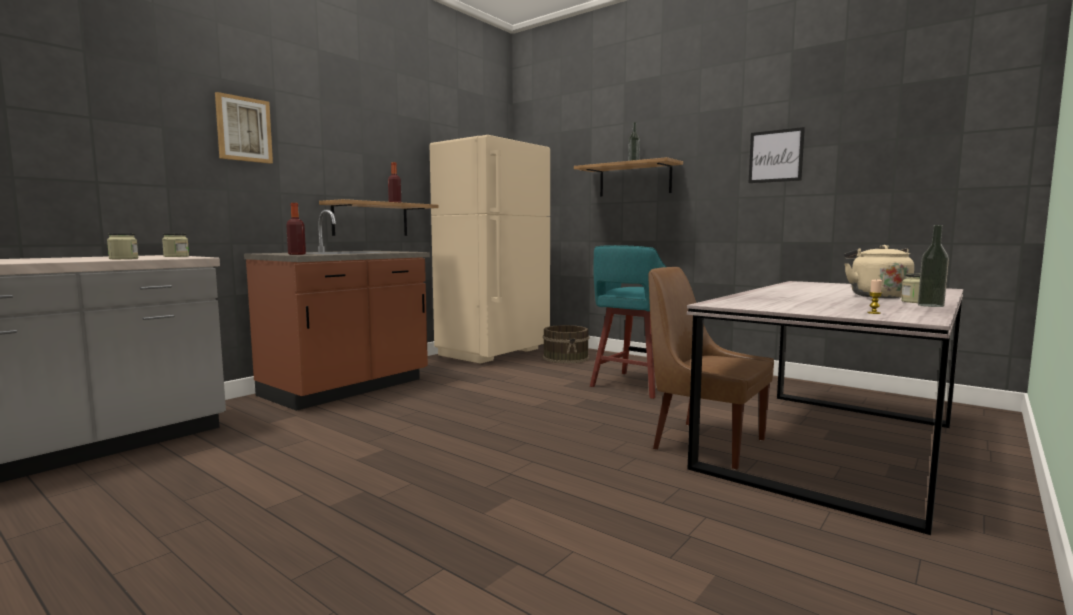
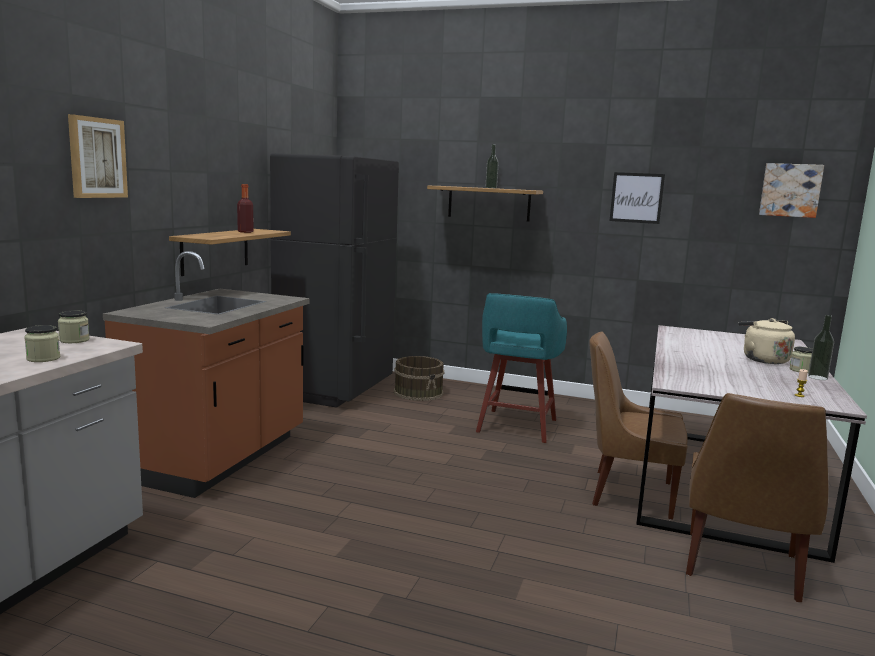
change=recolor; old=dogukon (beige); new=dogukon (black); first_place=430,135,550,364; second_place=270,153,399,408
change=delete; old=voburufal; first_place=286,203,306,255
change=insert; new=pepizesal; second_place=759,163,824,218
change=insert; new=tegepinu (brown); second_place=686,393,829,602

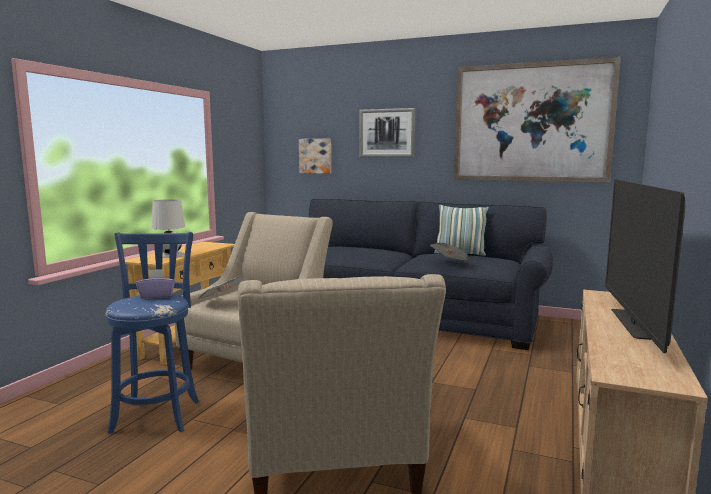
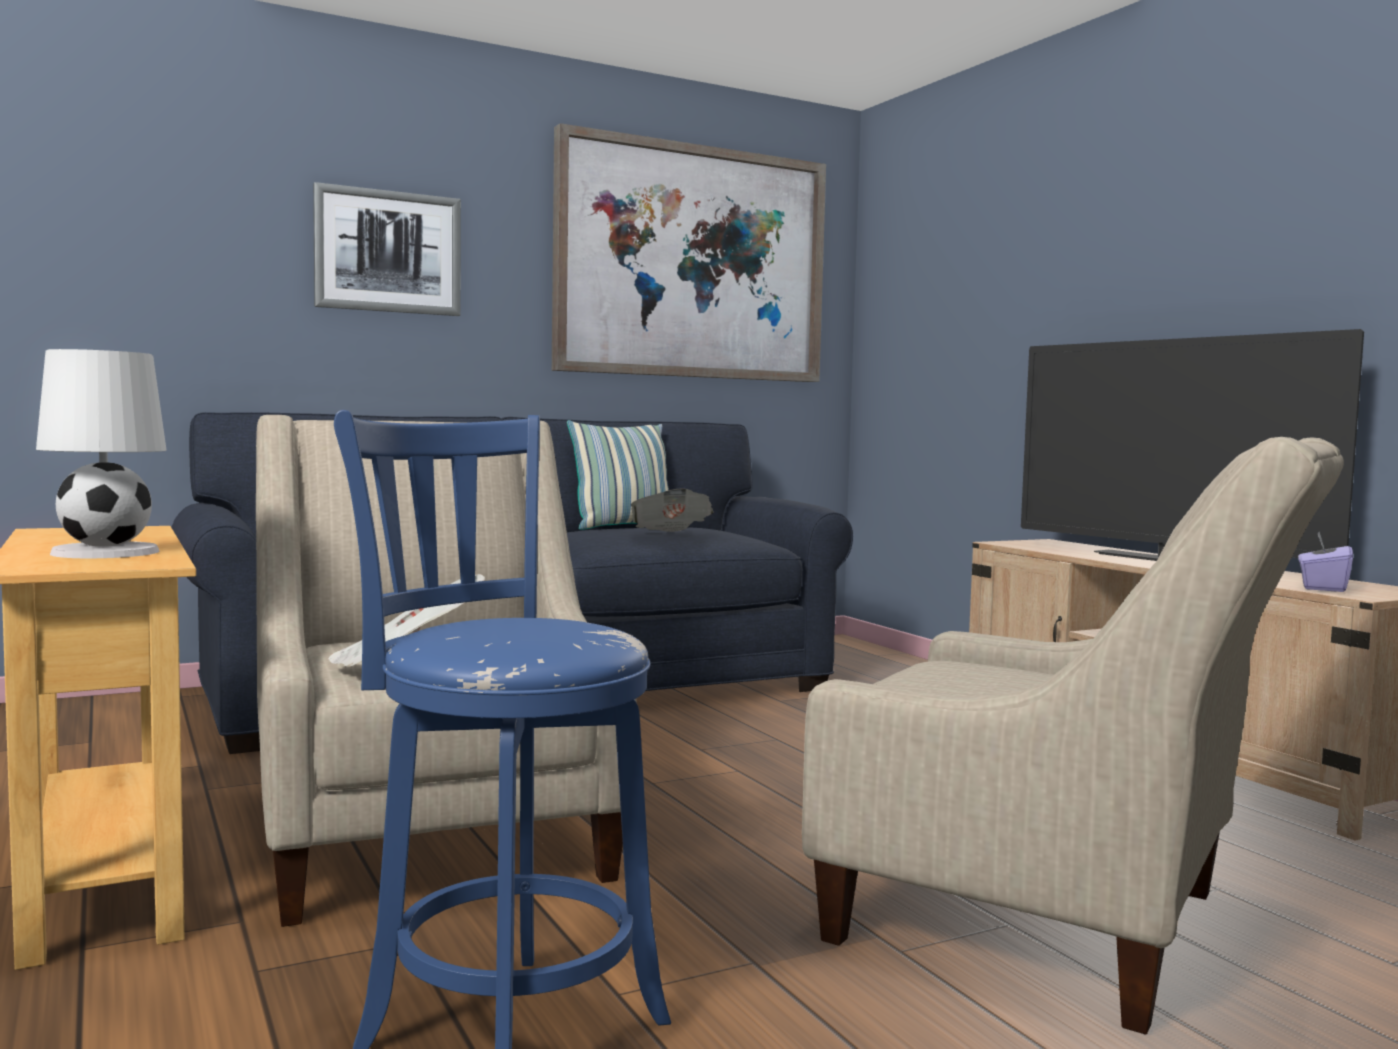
change=delete; old=pepizesal; first_place=299,139,331,174
change=move; old=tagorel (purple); first_place=136,269,175,299; second_place=1298,532,1353,592

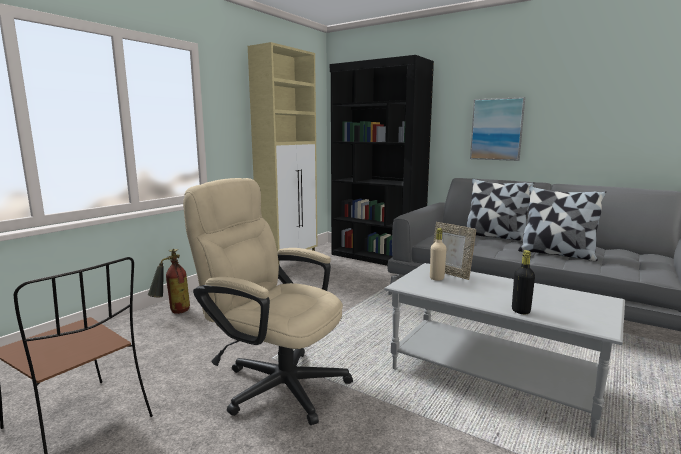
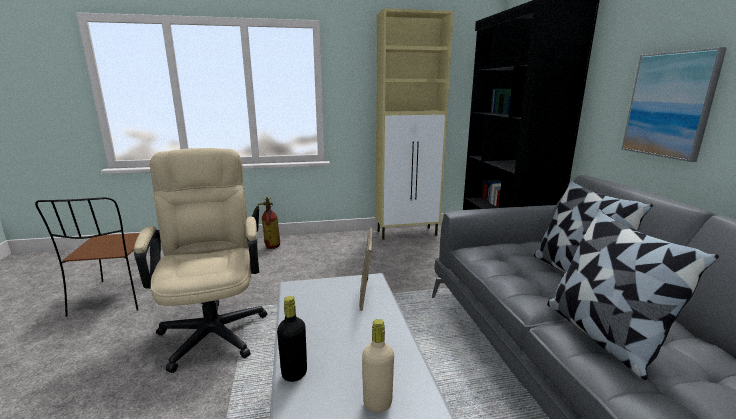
change=move; old=voburufal (beige); first_place=430,228,446,281; second_place=362,319,394,413

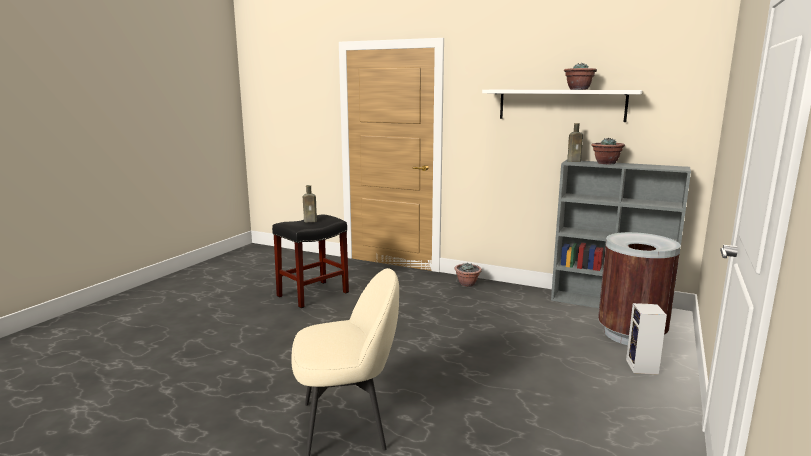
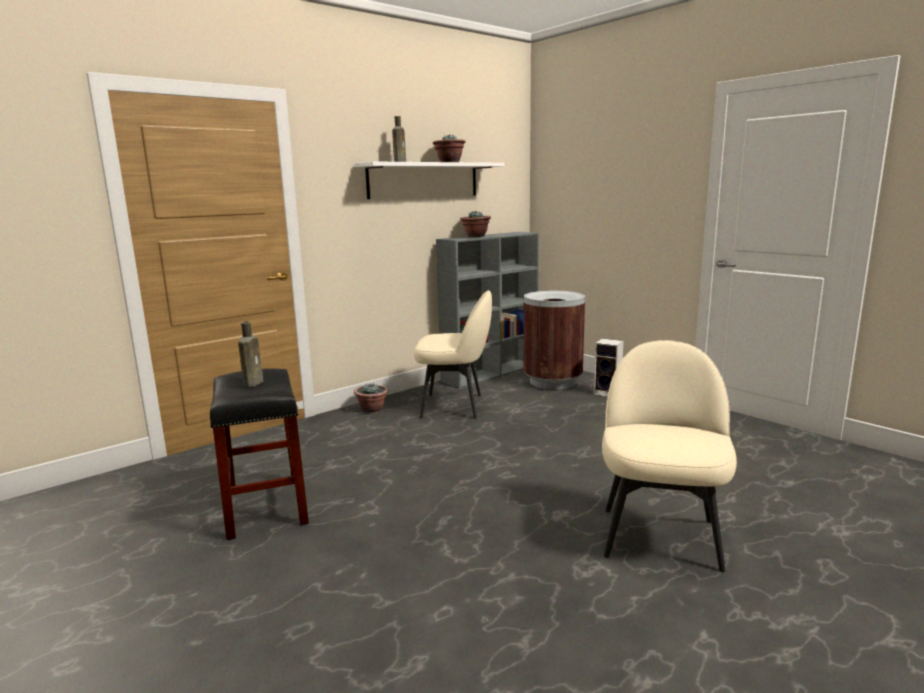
change=move; old=voburufal (brown); first_place=567,123,583,162; second_place=392,116,406,162
change=insert; new=tegepinu (beige); second_place=414,290,492,419

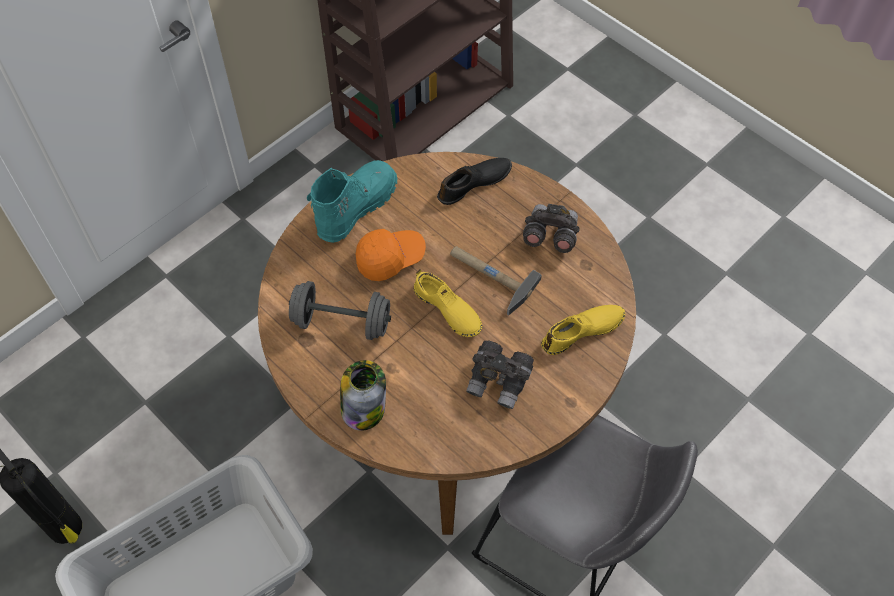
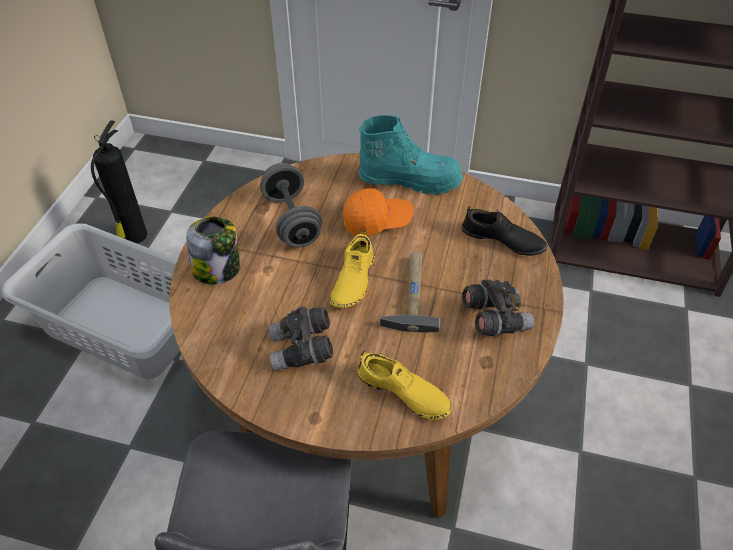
change=rotate; old=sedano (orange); first_place=356,229,426,281; second_place=343,188,414,236; degrees=-45

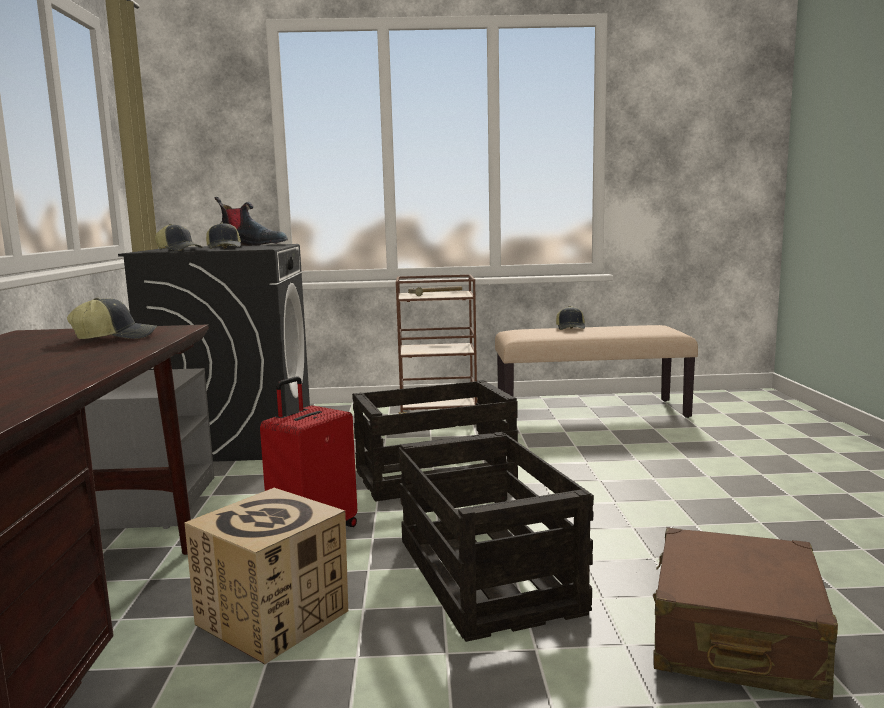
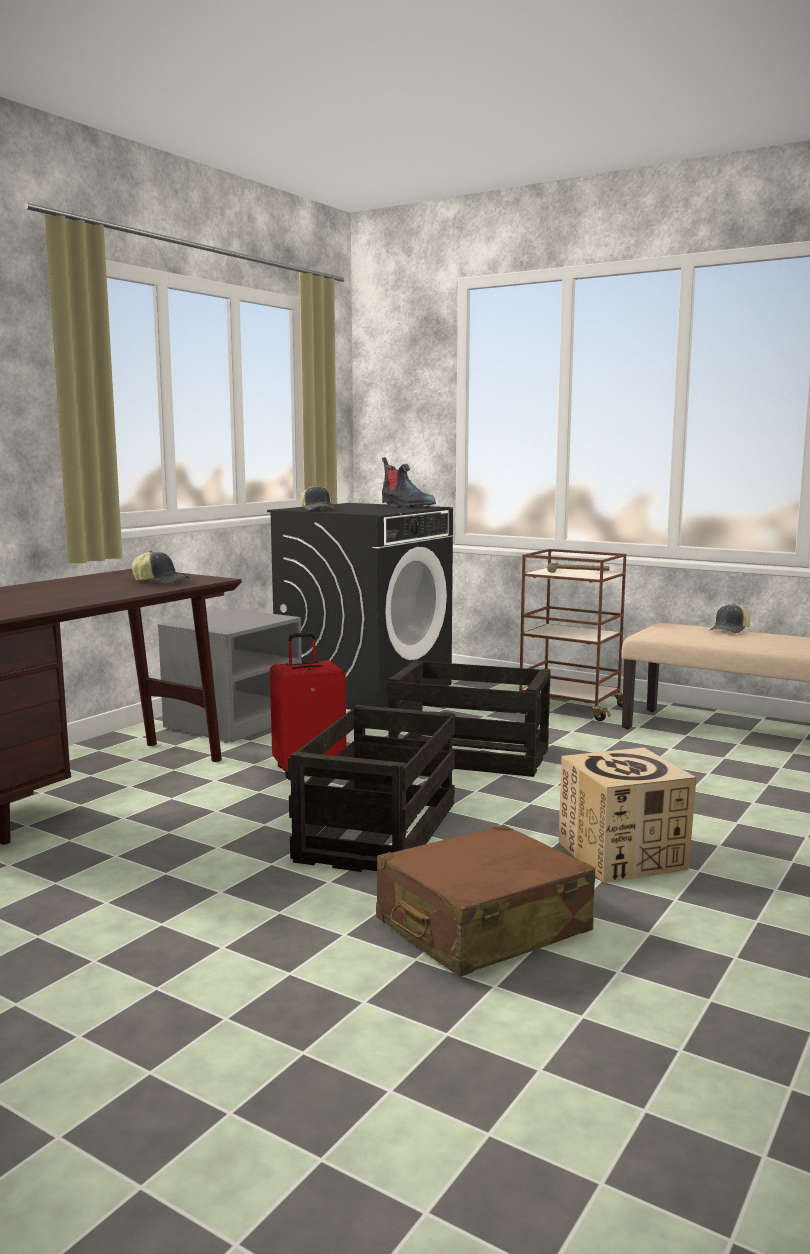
change=delete; old=sedano; first_place=206,222,241,249
change=move; old=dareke; first_place=184,488,348,664; second_place=559,747,697,883

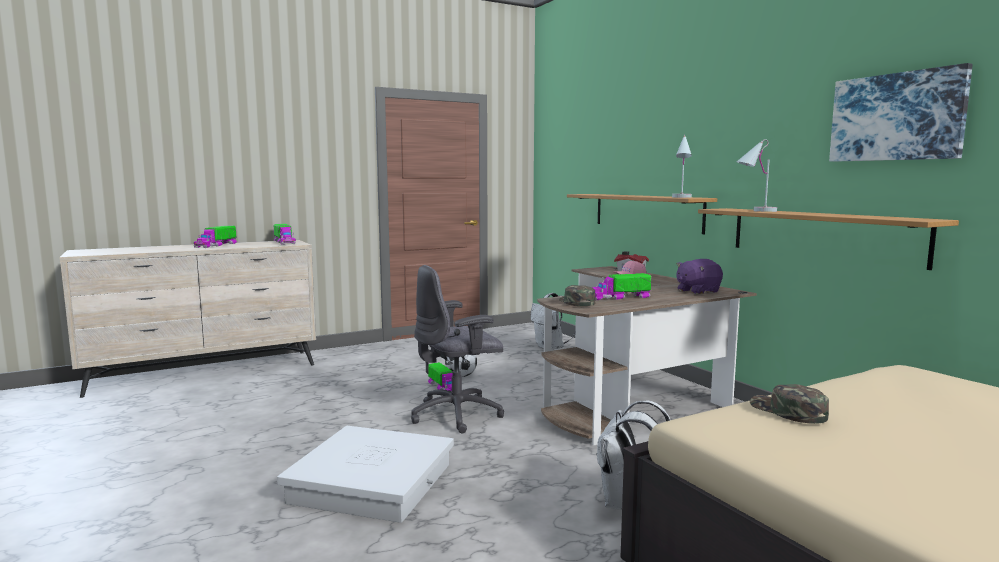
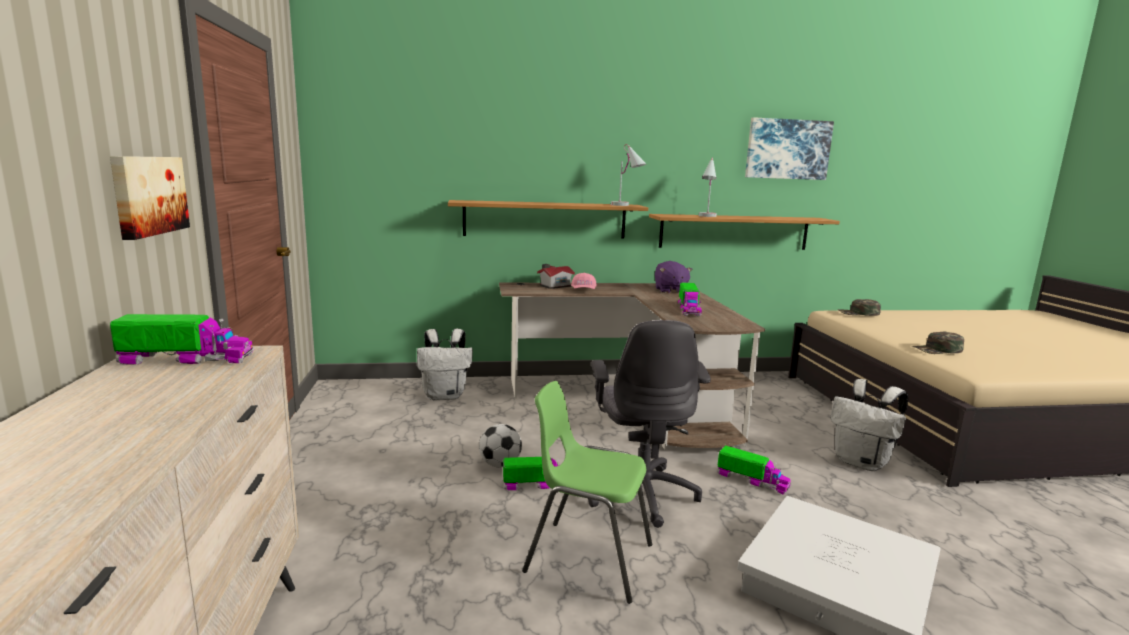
change=move; old=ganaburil; first_place=194,226,237,248; second_place=717,445,791,495
change=move; old=sedano (green); first_place=559,285,596,306; second_place=838,299,881,316
change=insert; new=pepizesal; second_place=110,156,190,240
change=insert; new=tegepinu (green); second_place=522,381,652,604

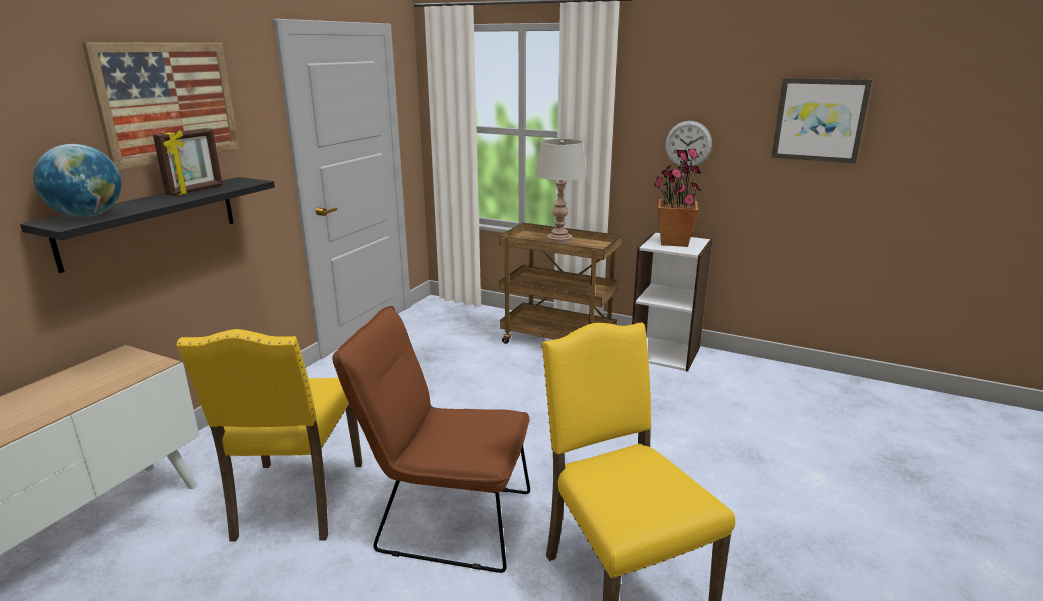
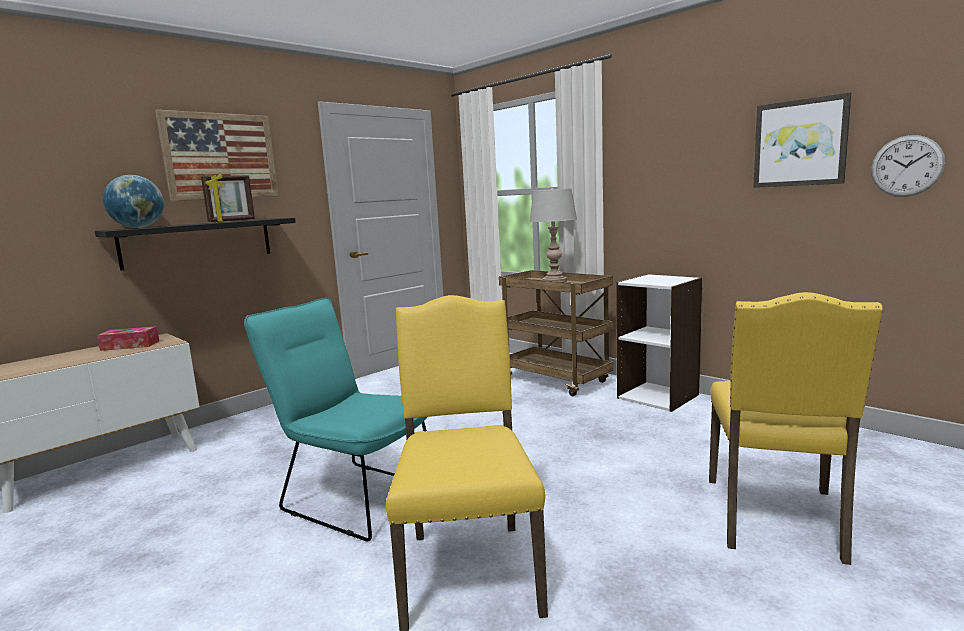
change=move; old=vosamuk; first_place=665,121,712,167; second_place=871,135,945,197
change=delete; old=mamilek; first_place=654,148,702,247
change=recolor; old=tegepinu (brown); new=tegepinu (turquoise); first_place=332,306,530,573; second_place=244,298,427,542
change=move; old=tegepinu (yellow); first_place=177,329,362,542; second_place=709,292,883,565
change=insert; new=tagorel; second_place=97,326,159,351

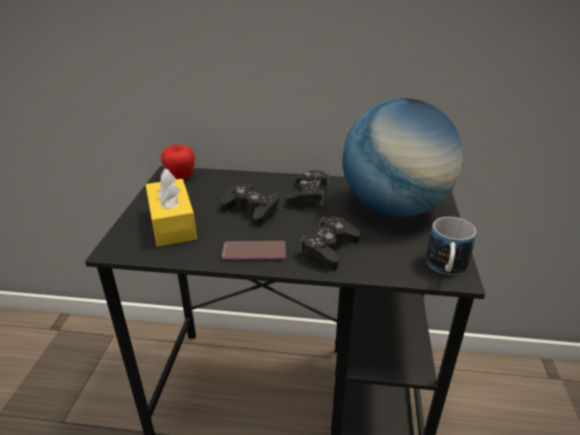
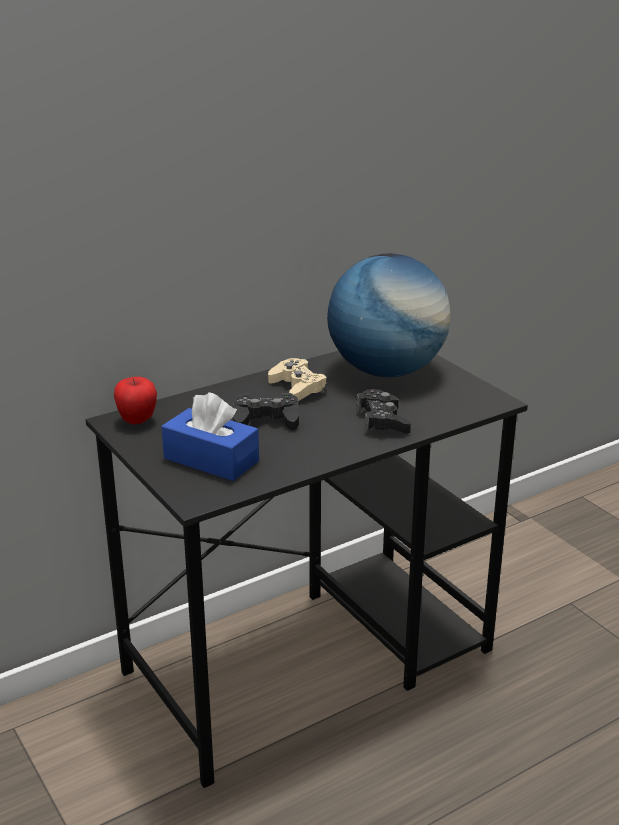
change=recolor; old=tagorel (yellow); new=tagorel (blue); first_place=146,168,197,247; second_place=161,392,259,481
change=recolor; old=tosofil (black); new=tosofil (beige); first_place=287,170,330,207; second_place=268,358,327,401
change=delete; old=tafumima; first_place=426,217,476,275
change=delete; old=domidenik; first_place=221,241,286,260

